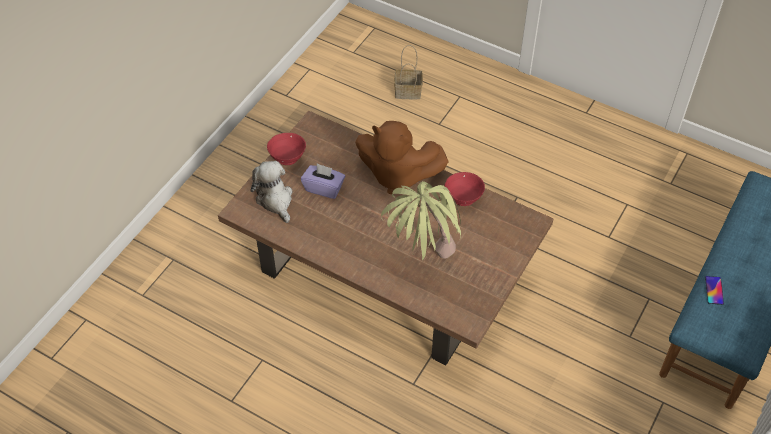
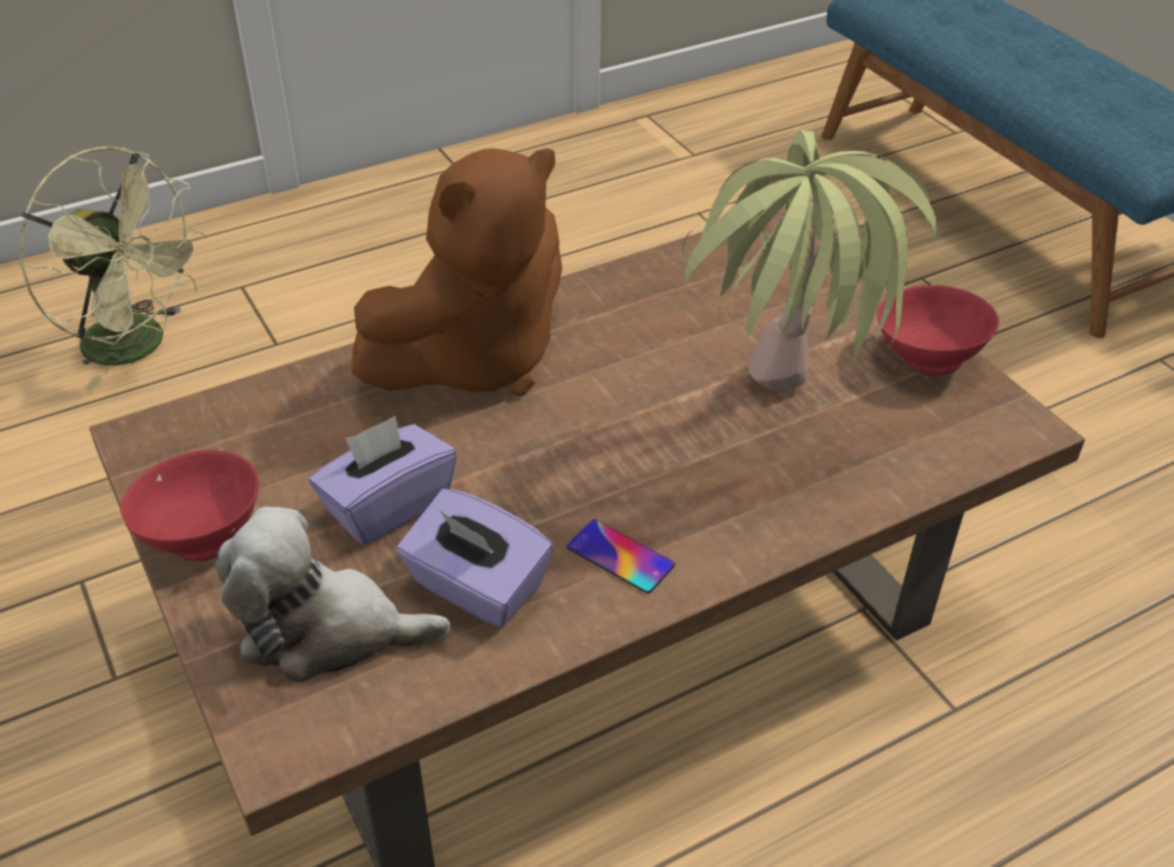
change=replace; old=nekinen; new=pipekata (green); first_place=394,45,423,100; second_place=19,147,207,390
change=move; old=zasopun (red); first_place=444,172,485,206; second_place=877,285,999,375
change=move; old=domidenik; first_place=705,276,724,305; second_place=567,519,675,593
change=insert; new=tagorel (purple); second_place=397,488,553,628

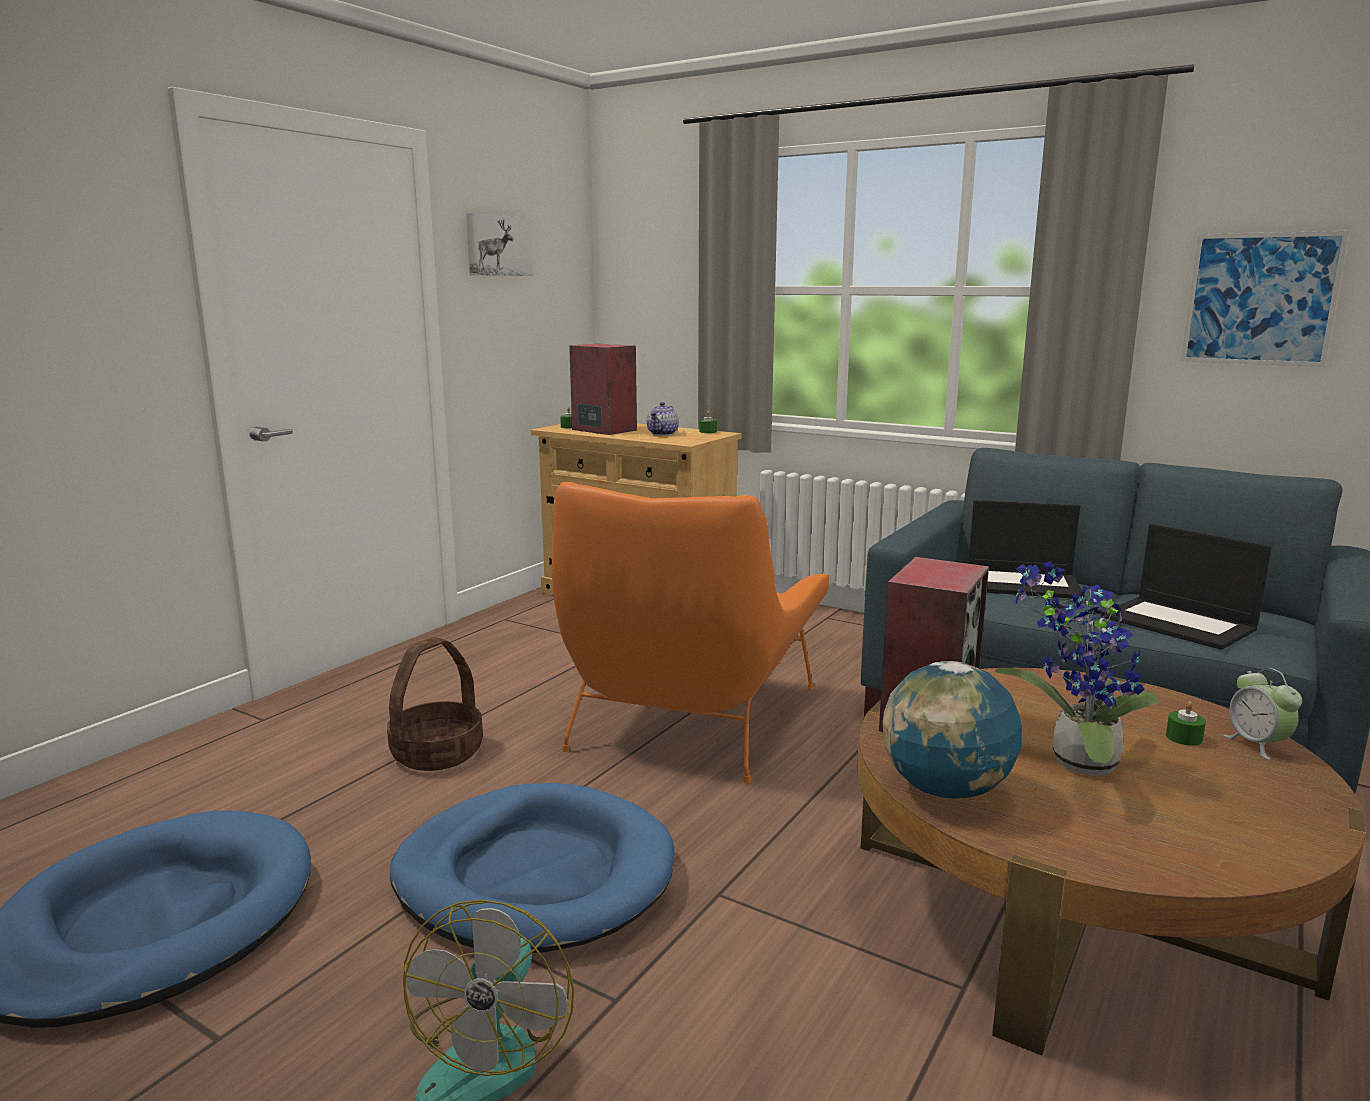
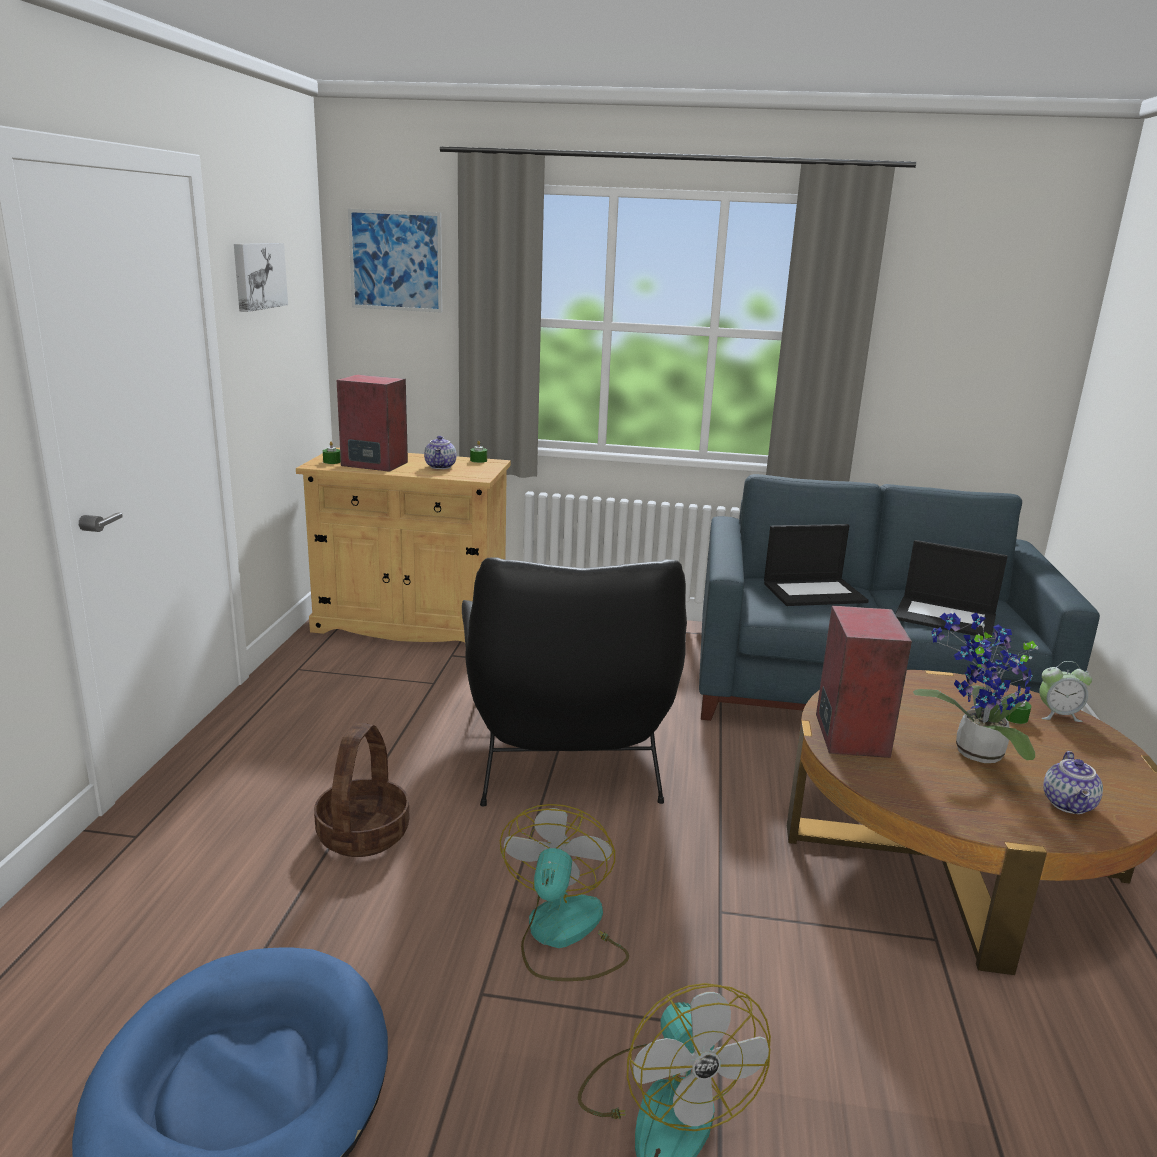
change=move; old=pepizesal; first_place=1181,231,1349,367; second_place=348,209,442,313
change=recolor; old=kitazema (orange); new=kitazema (black); first_place=552,482,829,784; second_place=462,558,687,807
change=delete; old=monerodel; first_place=883,661,1022,799
change=rotate; old=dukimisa; first_place=1224,668,1302,760; second_place=1039,661,1092,722; degrees=-45
change=replace; old=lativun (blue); new=pipekata; first_place=390,783,674,953; second_place=500,804,629,981
change=insert; new=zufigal; second_place=1043,751,1103,814

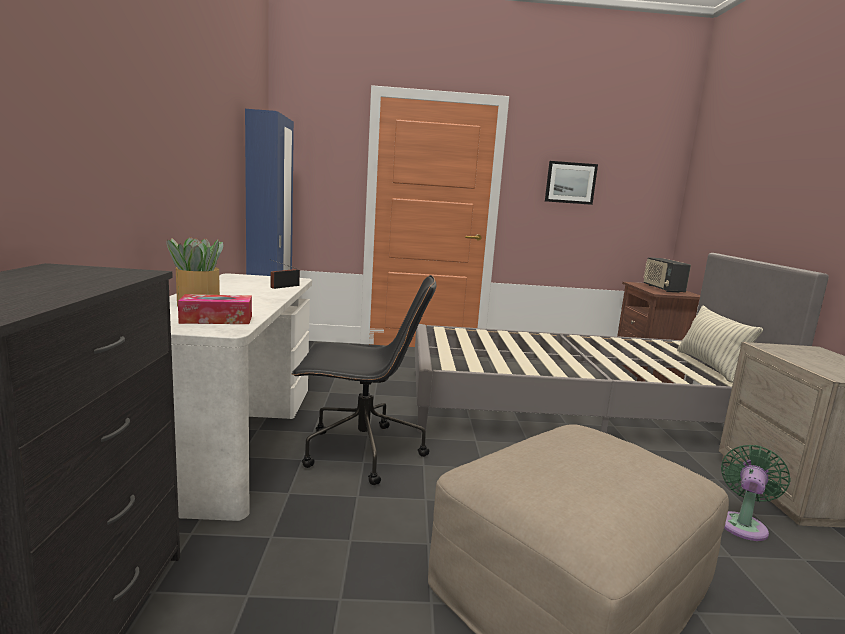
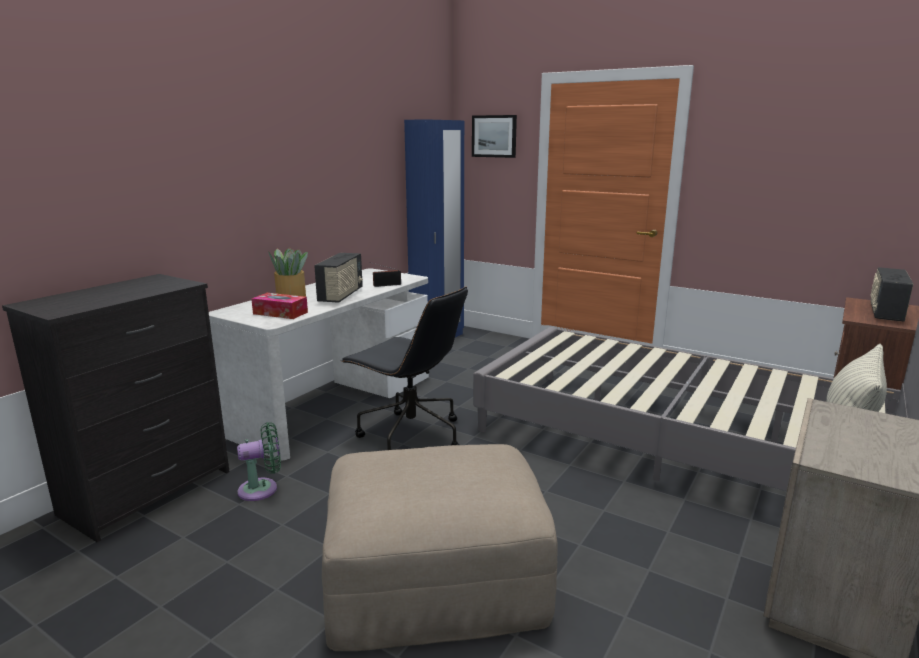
change=move; old=pepizesal; first_place=545,161,598,205; second_place=472,115,517,158
change=move; old=pipekata (green); first_place=721,445,791,541; second_place=237,422,281,501
change=insert; new=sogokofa; second_place=314,253,363,303

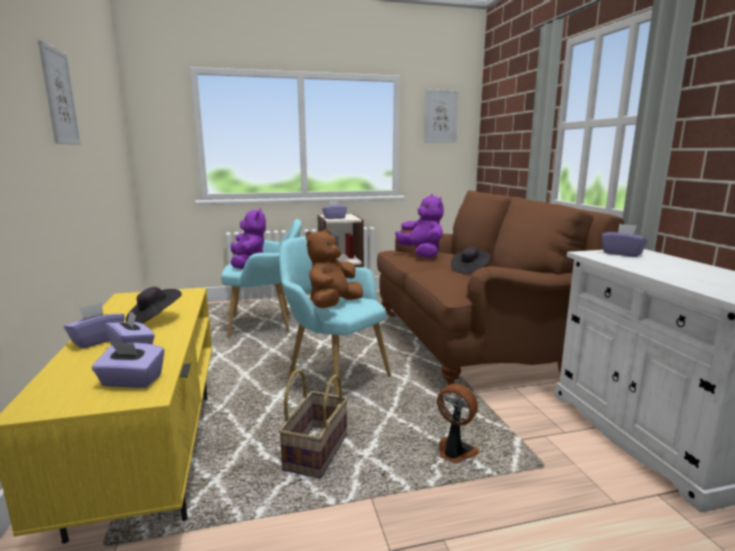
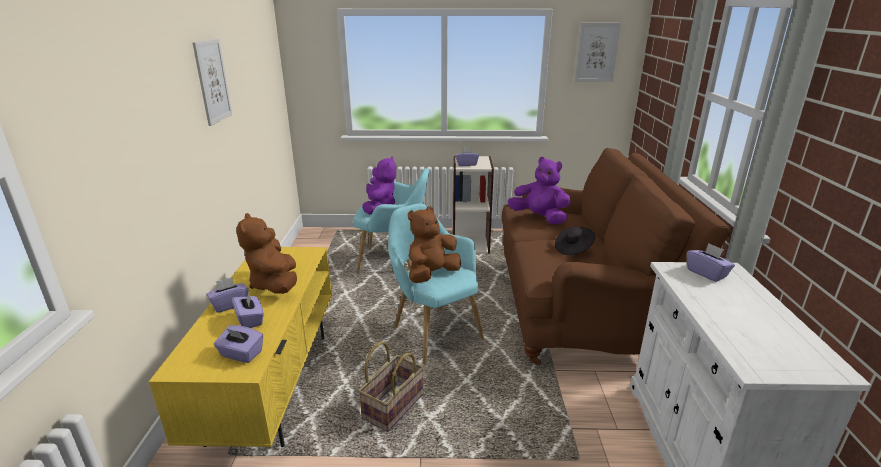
change=rotate; old=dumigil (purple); first_place=395,194,444,258; second_place=508,157,571,224; degrees=-45
change=replace; old=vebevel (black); new=dumigil (brown); first_place=126,287,182,324; second_place=236,213,297,294
change=delete; old=pipekata; first_place=437,383,479,464

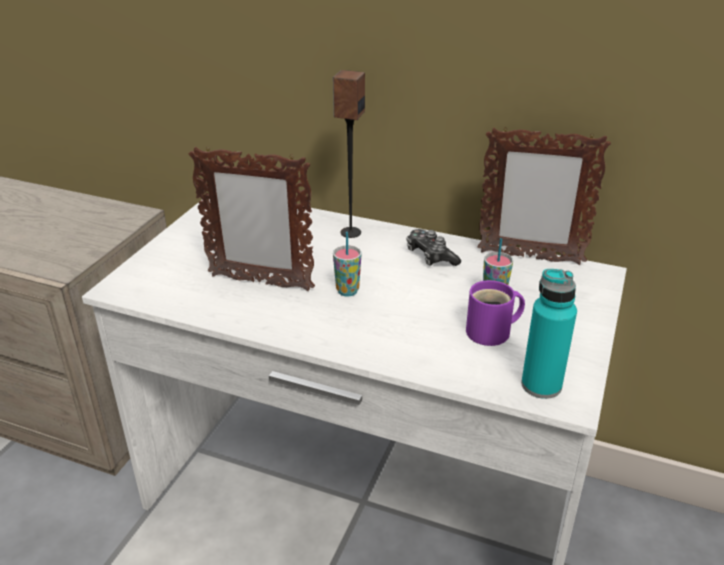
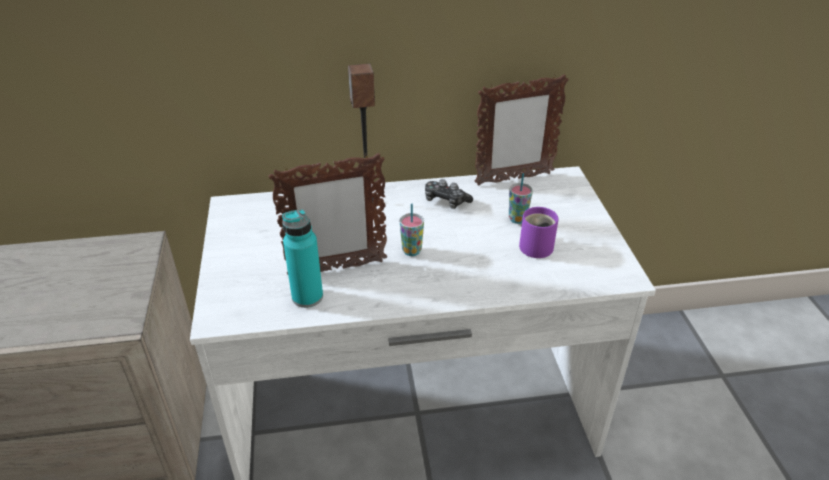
change=move; old=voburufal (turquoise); first_place=521,269,577,399; second_place=282,209,323,308

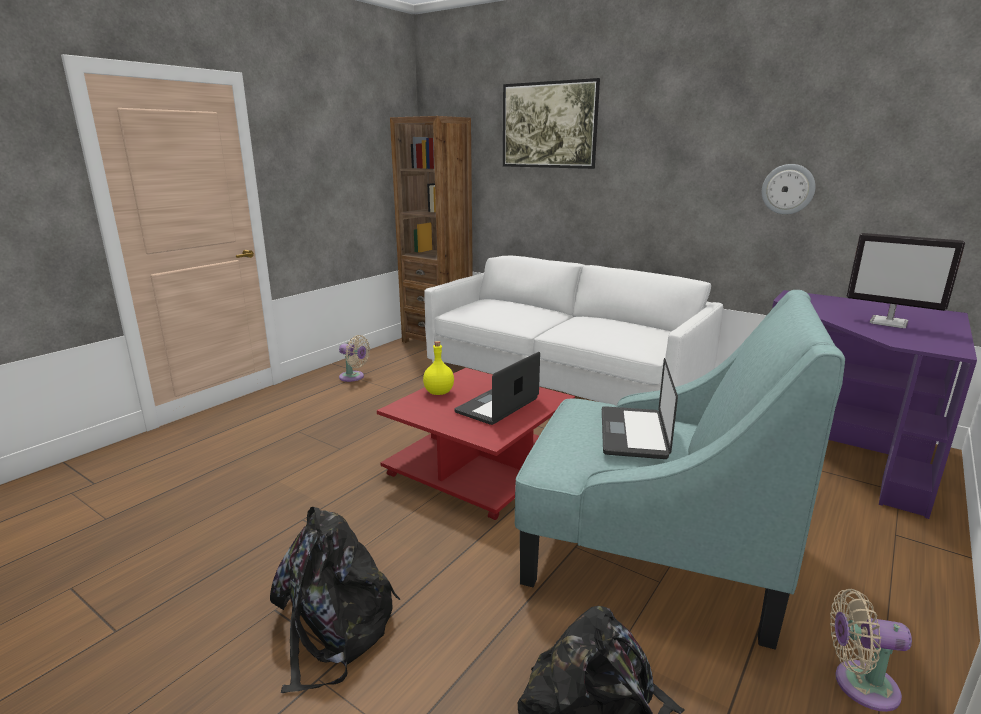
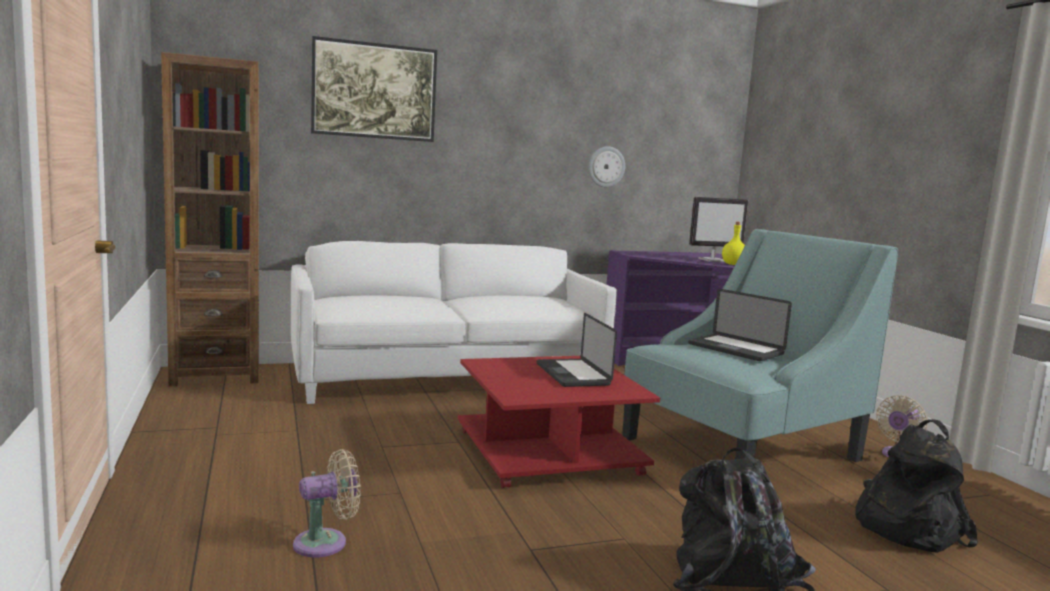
change=move; old=pipekata (beige); first_place=339,335,370,382; second_place=293,449,361,557
change=move; old=voburufal (yellow); first_place=423,341,454,395; second_place=722,222,745,265

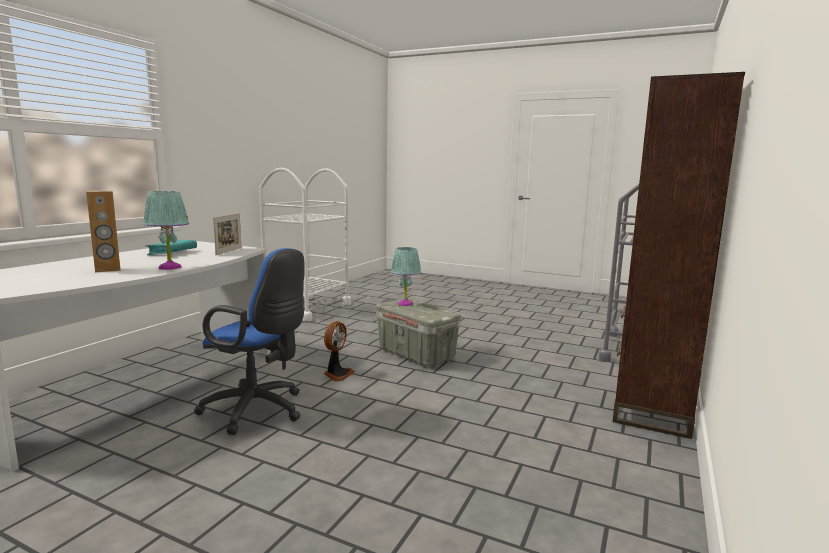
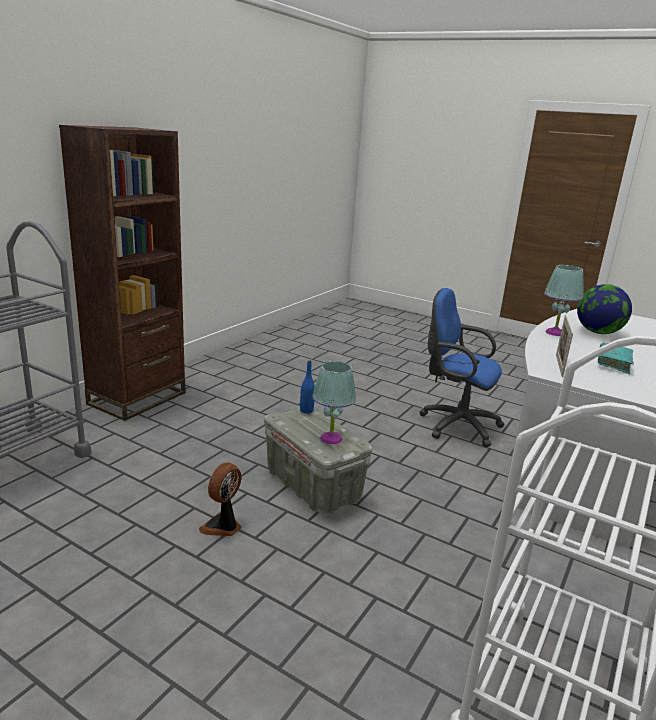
change=replace; old=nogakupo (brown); new=monerodel; first_place=86,191,121,272; second_place=577,284,632,334
change=move; old=pipekata; first_place=323,321,355,382; second_place=199,462,242,536
change=insert; new=voburufal (blue); second_place=300,360,315,414

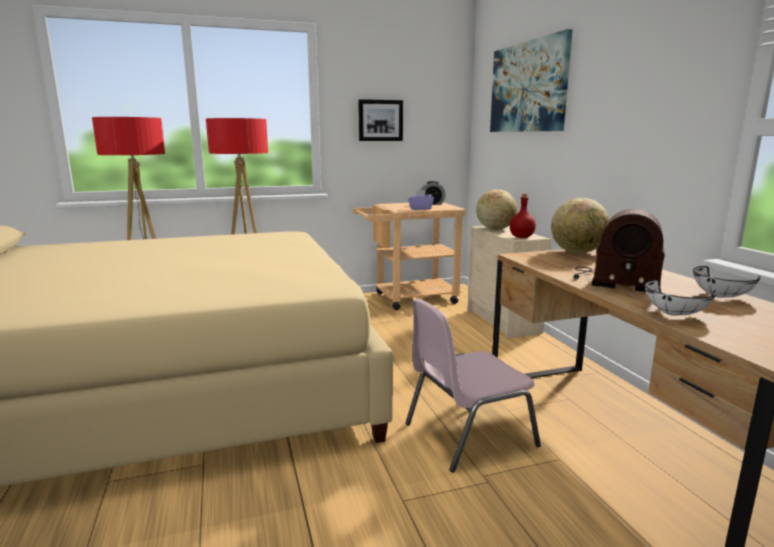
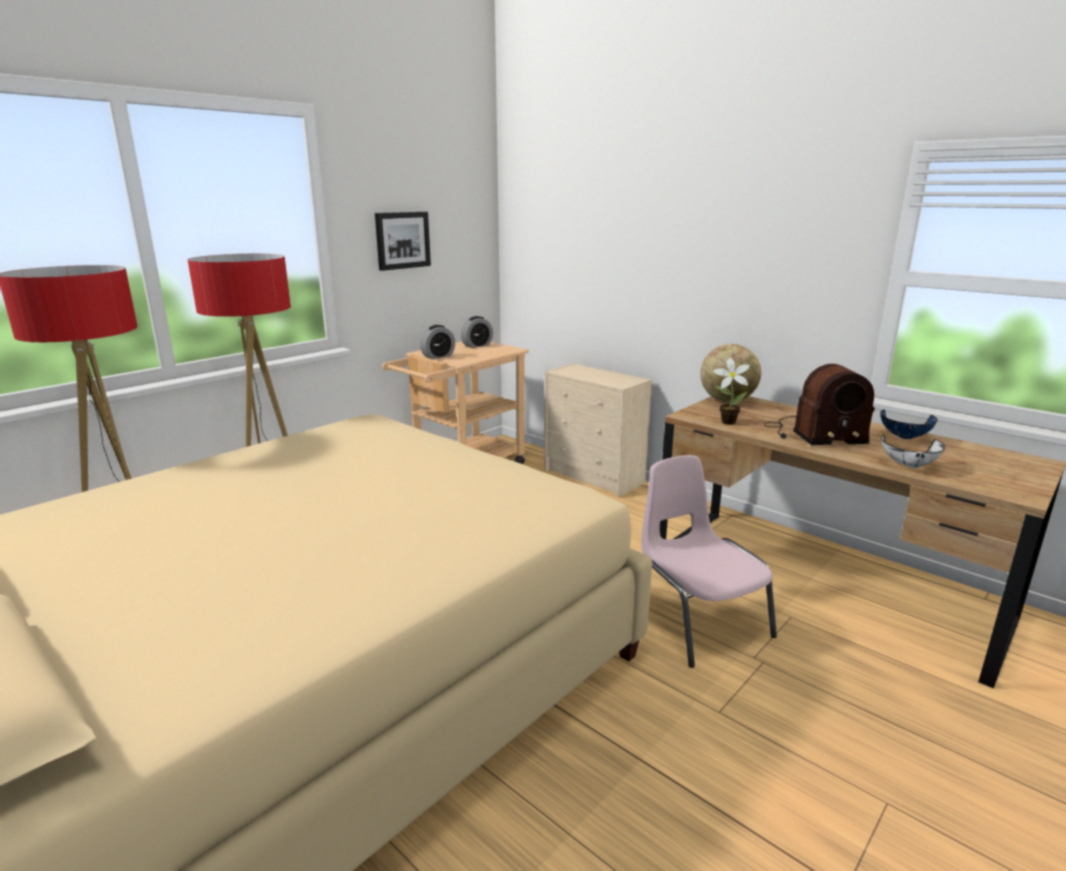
change=delete; old=pepizesal; first_place=490,29,573,132
change=delete; old=monerodel; first_place=476,189,517,230
change=delete; old=tagorel (purple); first_place=408,190,434,210
change=delete; old=voburufal (red); first_place=510,194,536,238
change=recolor; old=zasopun (white); new=zasopun (blue); first_place=693,266,761,298; second_place=880,410,937,439
change=rotate; old=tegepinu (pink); first_place=405,299,541,473; second_place=641,455,777,668; degrees=120
change=insert; new=dukimisa; second_place=420,325,455,359
change=insert; new=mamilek; second_place=713,358,750,425

